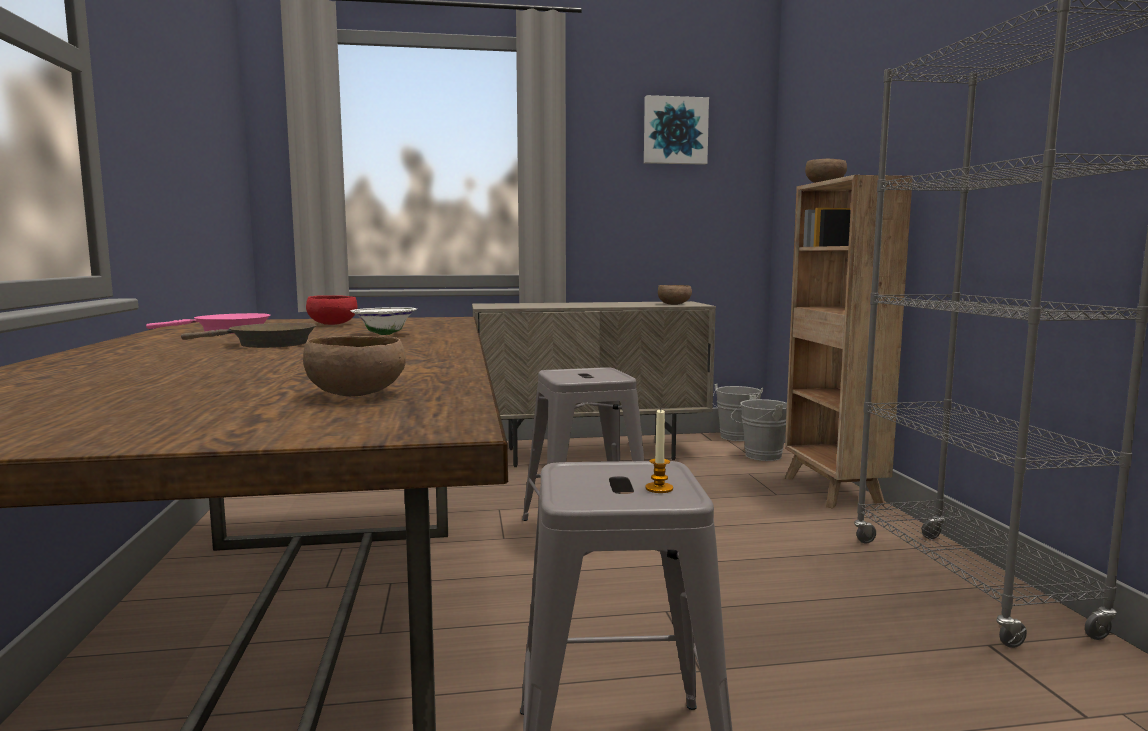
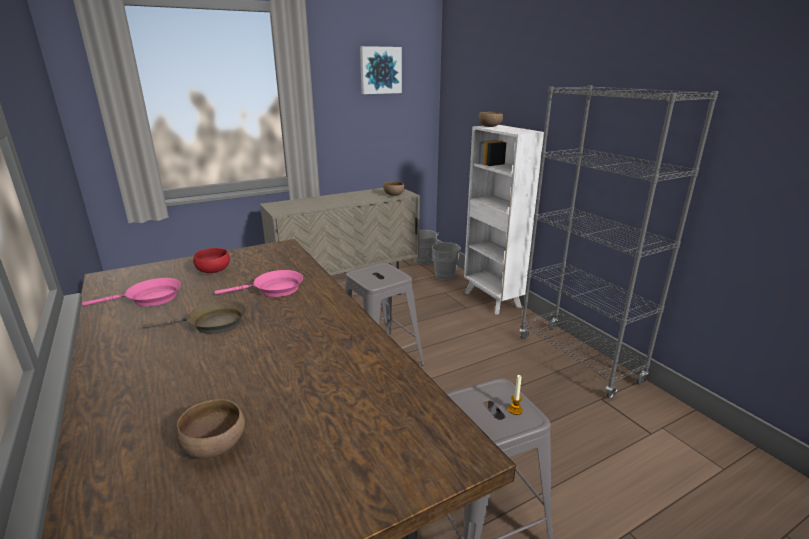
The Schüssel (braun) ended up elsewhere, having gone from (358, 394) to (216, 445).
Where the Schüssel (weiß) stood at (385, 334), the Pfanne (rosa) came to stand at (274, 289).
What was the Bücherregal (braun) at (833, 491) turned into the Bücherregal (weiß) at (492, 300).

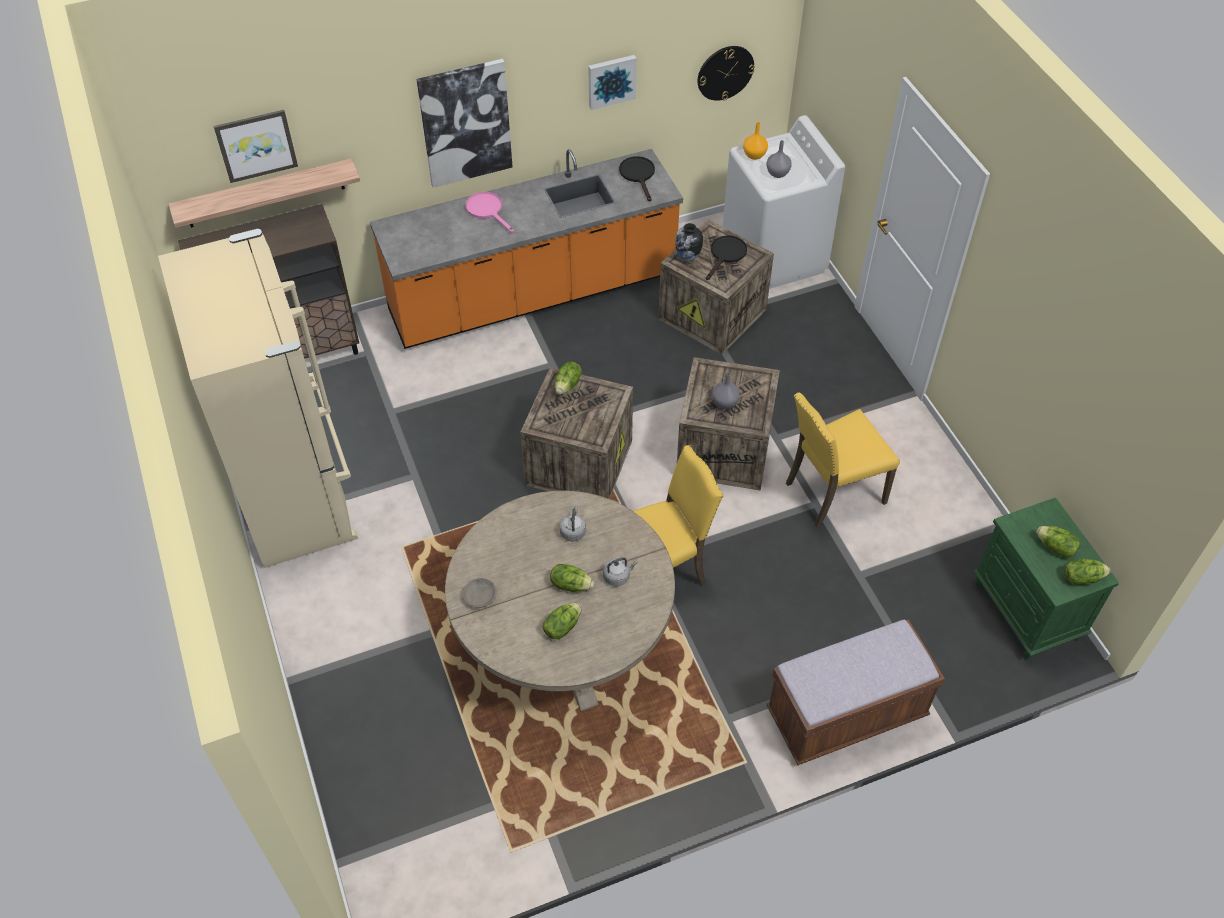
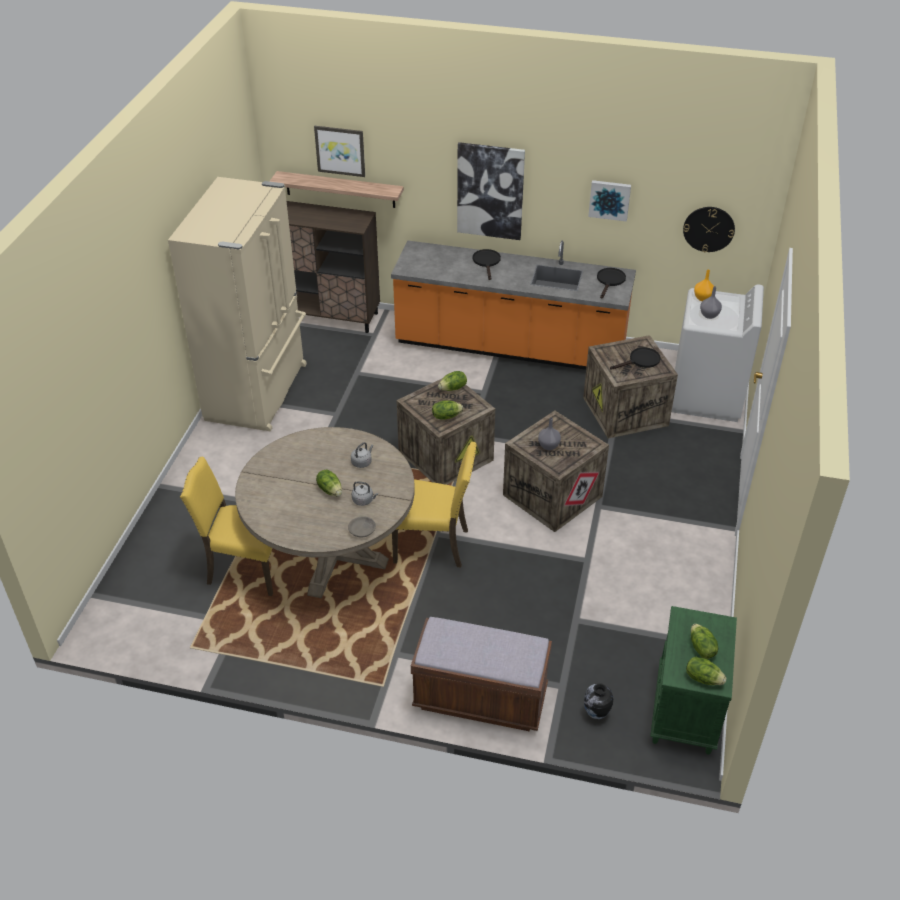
The Stuhl (gelb) ended up elsewhere, having gone from (832, 492) to (245, 568).
The Schüssel (grau) ended up elsewhere, having gone from (480, 596) to (362, 530).
The Salatkopf ended up elsewhere, having gone from (562, 627) to (446, 416).
What was the Pfanne (rosa) at (487, 210) turned into the Pfanne (schwarz) at (487, 262).
The Vase ended up elsewhere, having gone from (688, 258) to (596, 714).

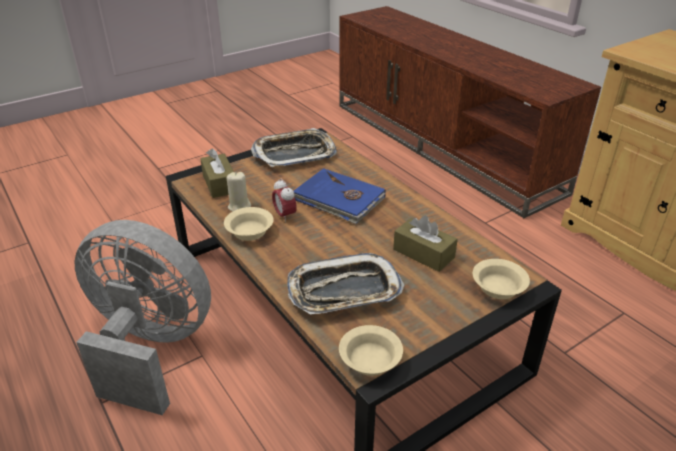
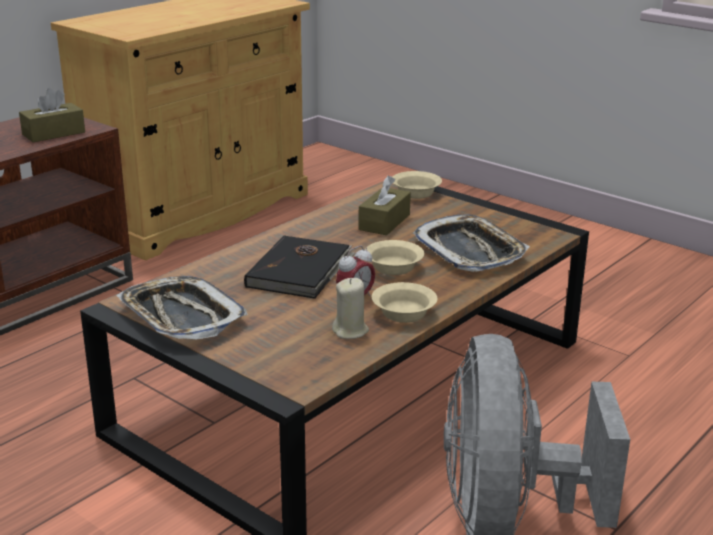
The Taschentuchbox (braun) ended up elsewhere, having gone from (219, 184) to (53, 133).
What was the Buch (blau) at (339, 199) turned into the Buch (schwarz) at (301, 271).
The Schüssel (beige) ended up elsewhere, having gone from (369, 360) to (393, 268).

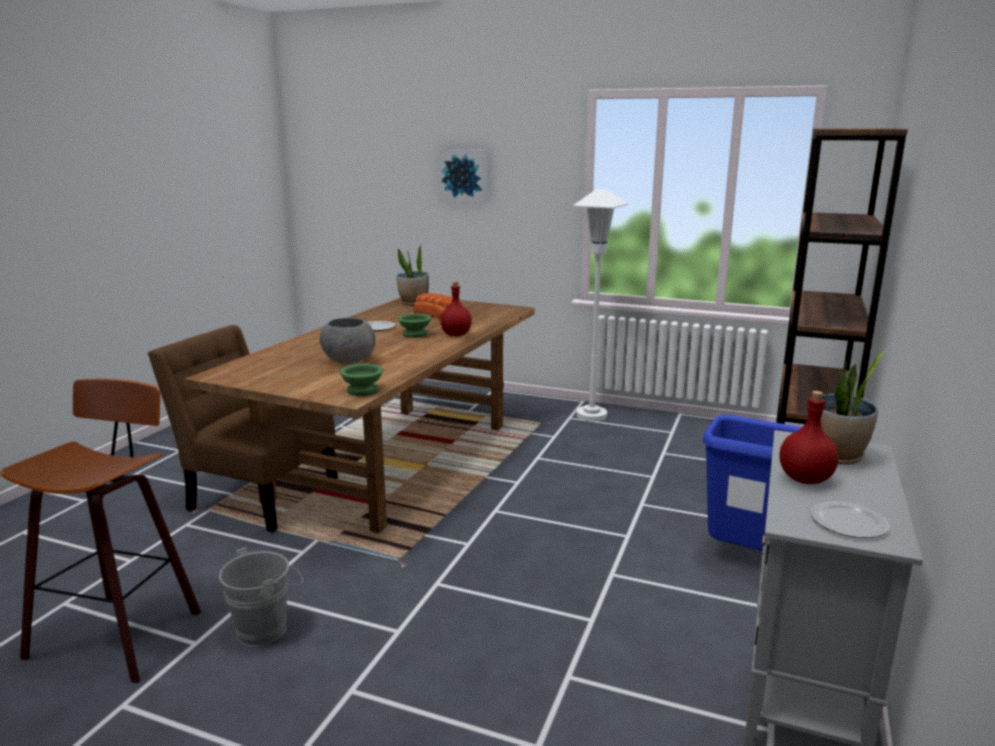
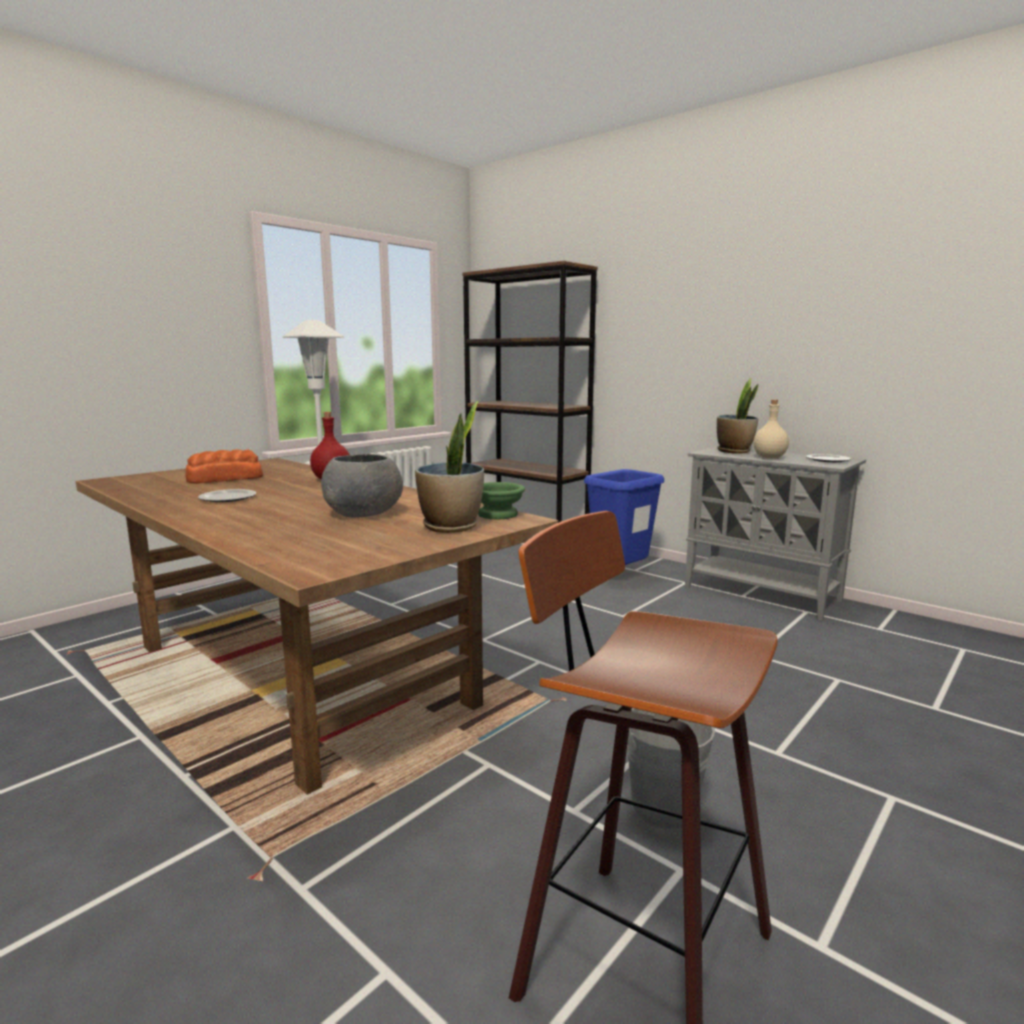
The Topfpflanze ended up elsewhere, having gone from (413, 303) to (451, 527).
What was the Flasche (rot) at (804, 478) turned into the Flasche (beige) at (768, 457).
The second view lost the Stuhl (braun) at (258, 496).
The second view lost the Schüssel (grün) at (415, 334).
The second view lost the Bild at (464, 175).

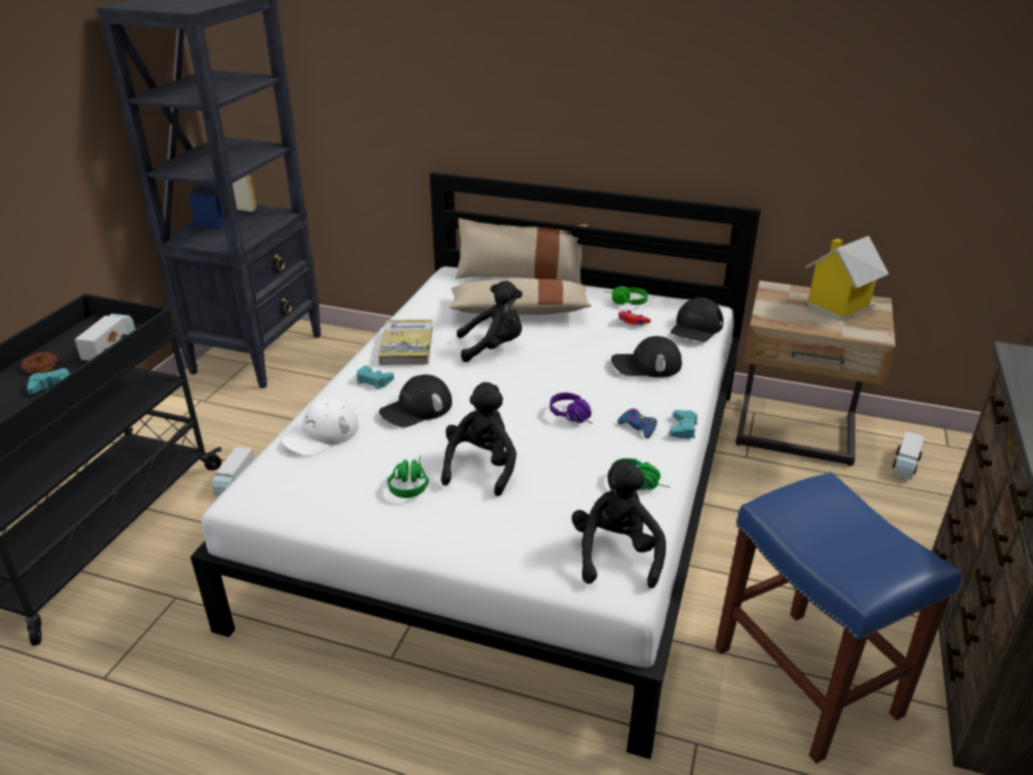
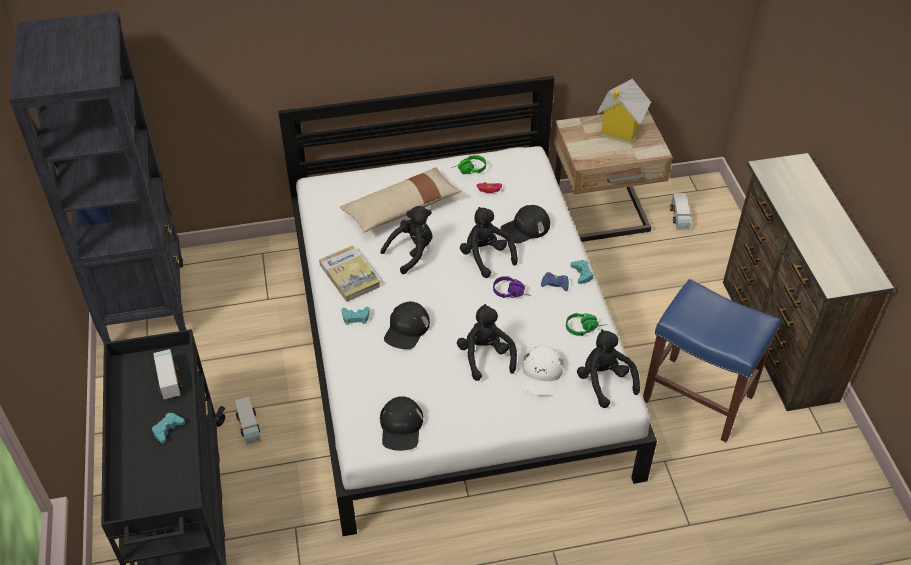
The Kappe (schwarz) ended up elsewhere, having gone from (696, 328) to (401, 427).
The second view gained the Plüschtier (schwarz) at (486, 256).
The Kappe (weiß) ended up elsewhere, having gone from (321, 434) to (541, 374).
The second view lost the Donut at (41, 366).
The second view lost the Kopfhörer (grün) at (409, 482).
The second view lost the Kissen (beige) at (520, 276).

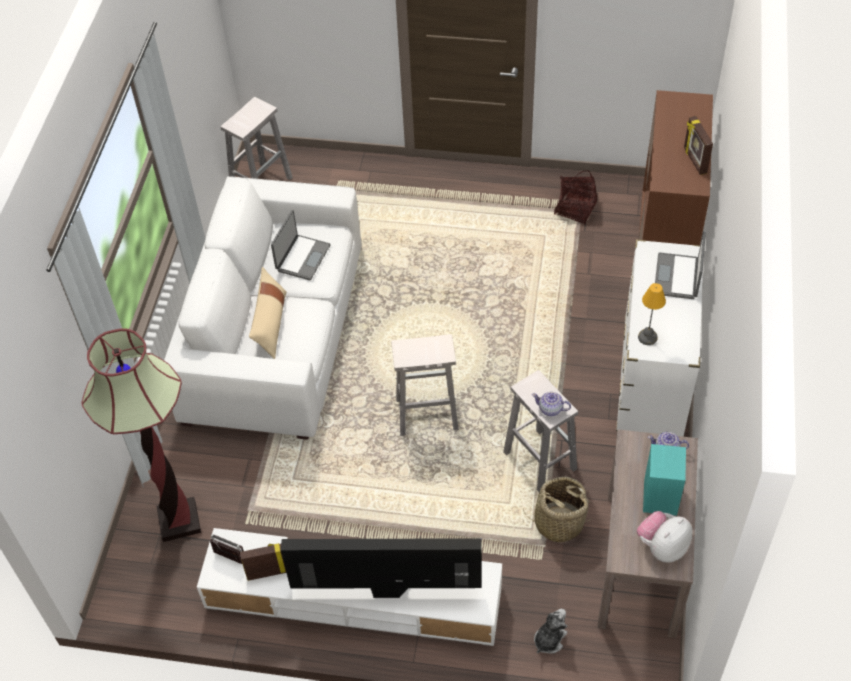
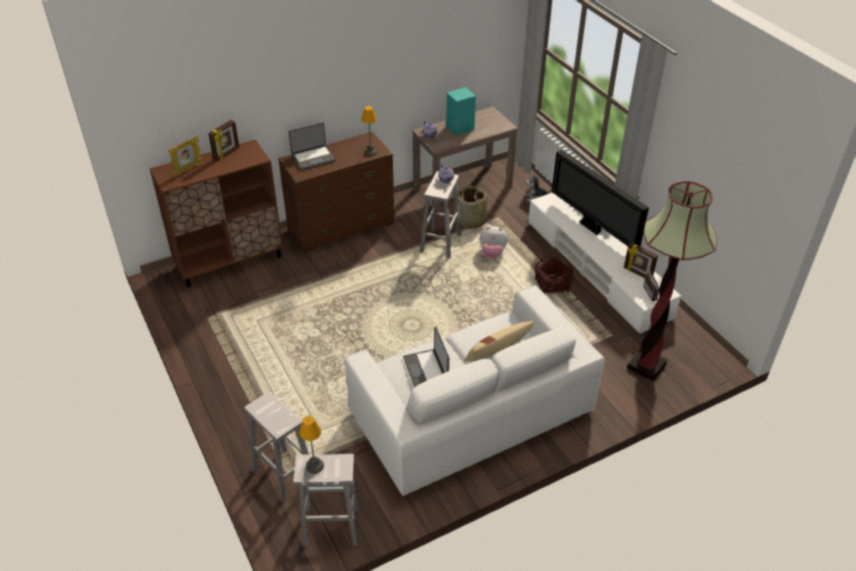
The second view gained the Bilderrahmen at (188, 170).
The Hocker (weiß) ended up elsewhere, having gone from (425, 414) to (284, 475).
What was the Kommode (weiß) at (652, 379) turned into the Kommode (braun) at (341, 227).
The second view gained the Tischlampe at (315, 466).
The Laptop at (302, 258) ended up facing another way, 90 degrees counterclockwise from before.
The Plüschtier ended up elsewhere, having gone from (662, 547) to (492, 253).
The Korb ended up elsewhere, having gone from (575, 209) to (552, 286).

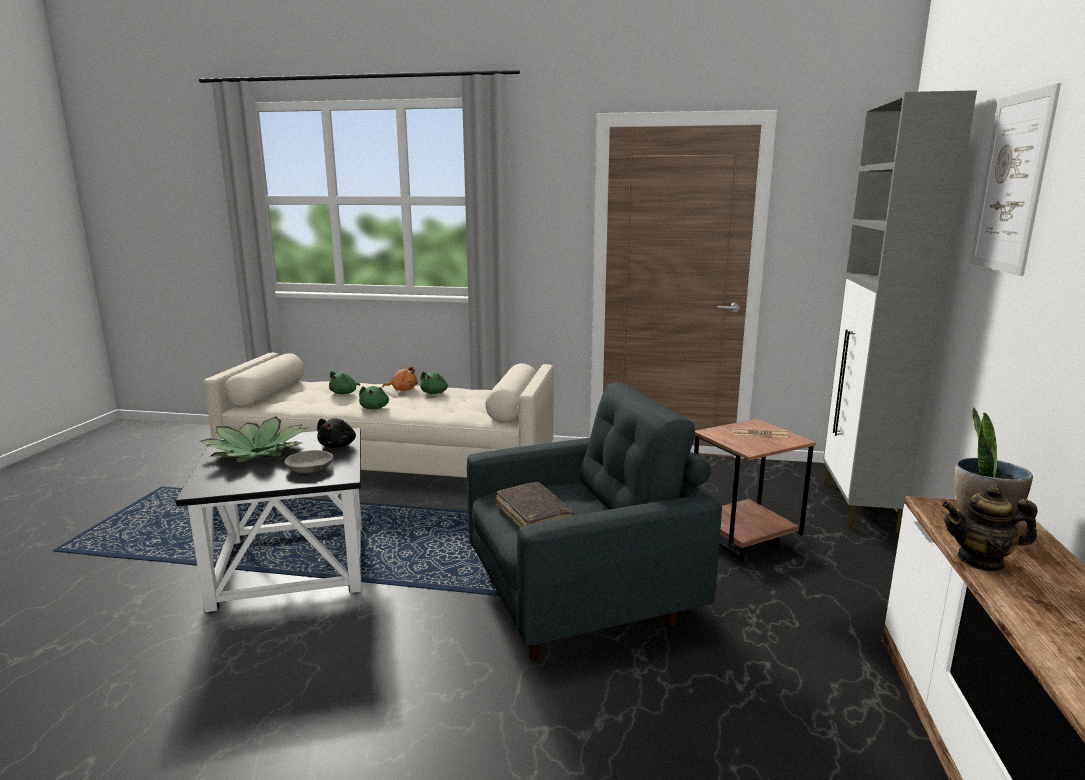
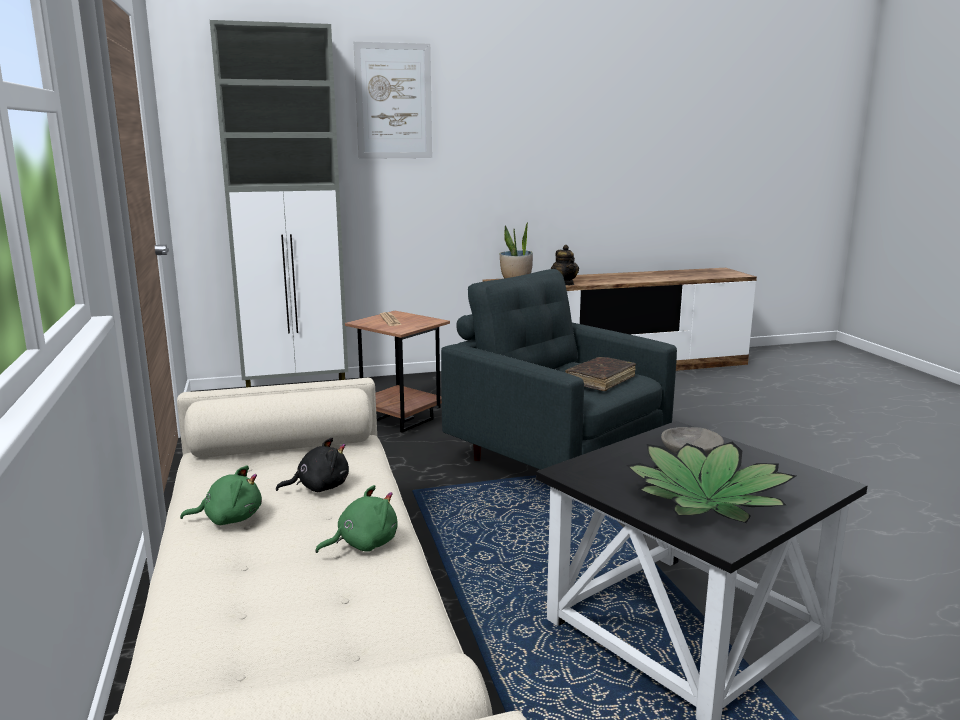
The Plüschtier (schwarz) ended up elsewhere, having gone from (338, 445) to (319, 487).
The second view lost the Plüschtier (grün) at (345, 393).
The second view lost the Plüschtier (orange) at (403, 389).

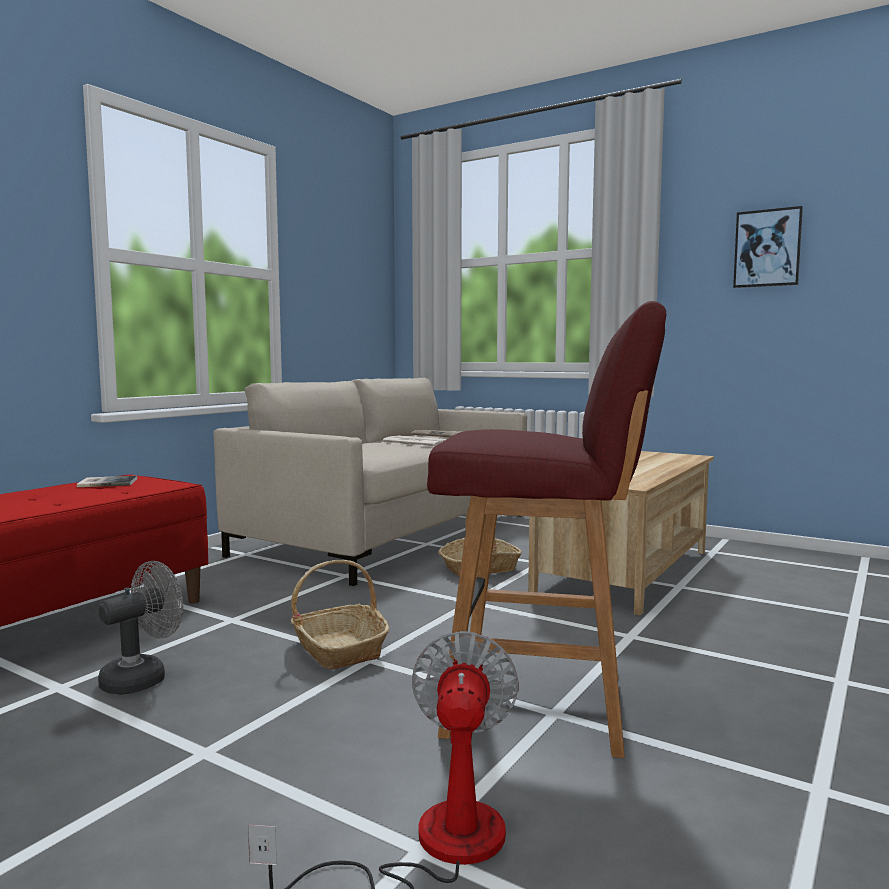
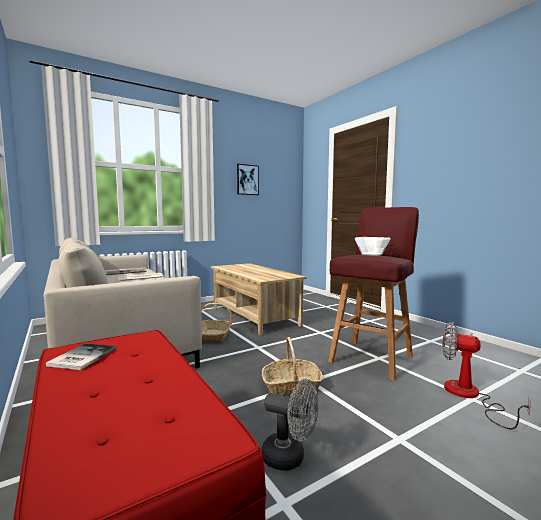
The Ventilator (grau) at (143, 678) ended up facing another way, 135 degrees clockwise from before.
The second view gained the Schüssel at (372, 254).

